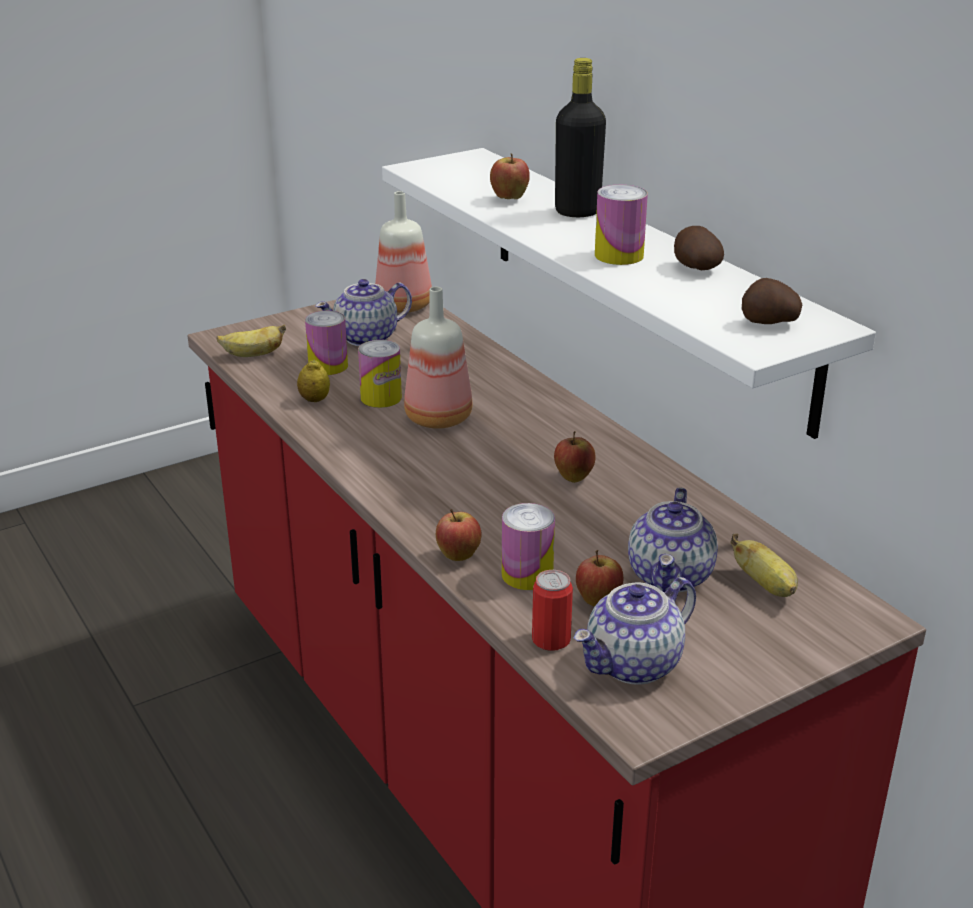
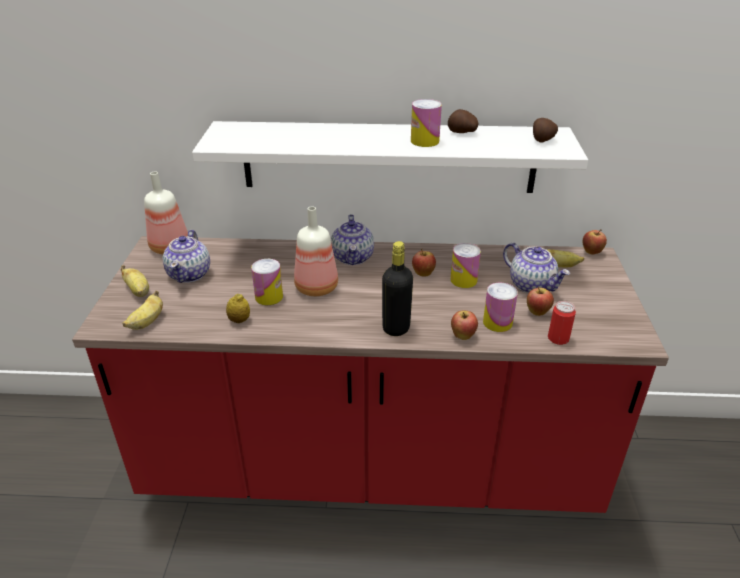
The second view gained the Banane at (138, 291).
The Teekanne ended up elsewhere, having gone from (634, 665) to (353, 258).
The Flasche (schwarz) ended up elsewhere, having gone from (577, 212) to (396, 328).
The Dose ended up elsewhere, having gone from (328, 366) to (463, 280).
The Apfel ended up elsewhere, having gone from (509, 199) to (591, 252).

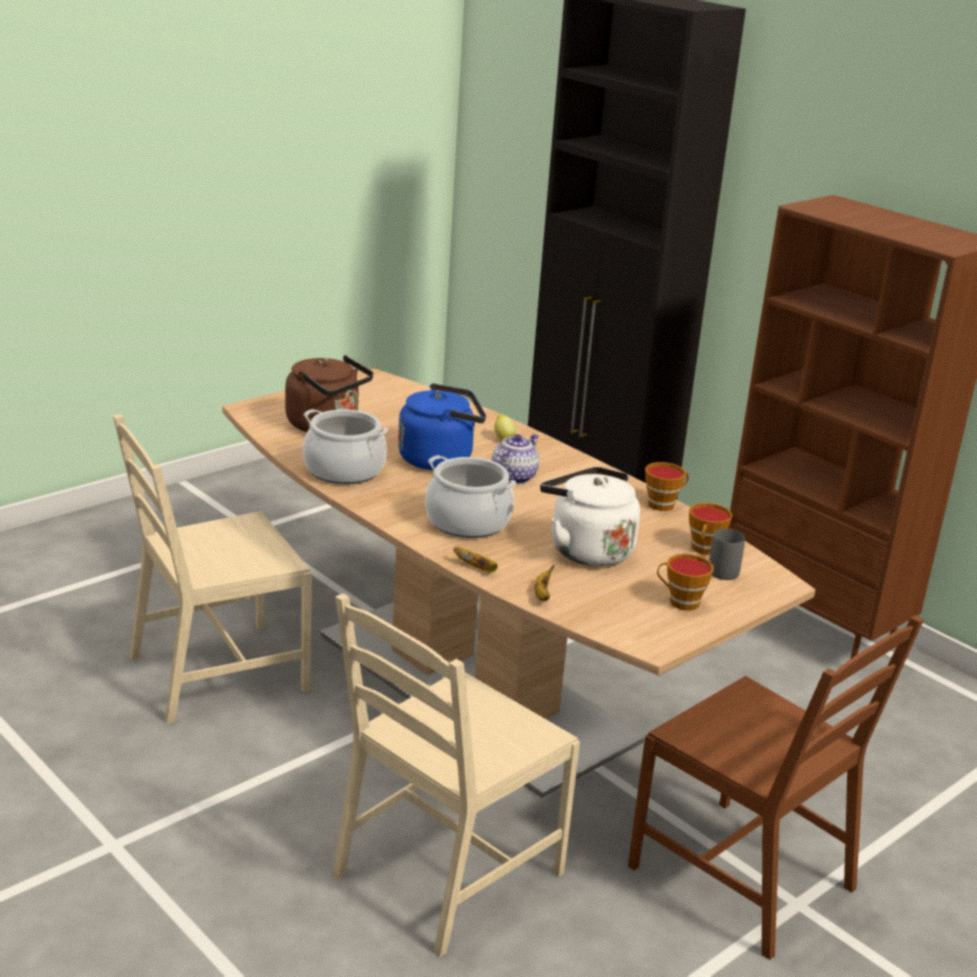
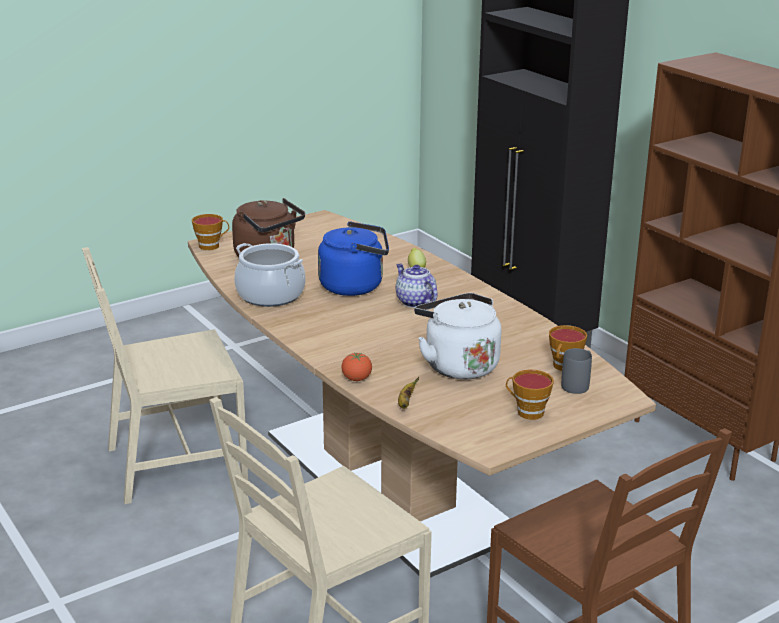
The Tasse ended up elsewhere, having gone from (663, 504) to (211, 246).
Where the Banane stood at (477, 568), the Tomate came to stand at (356, 379).
The Teekanne at (514, 477) ended up facing another way, 75 degrees counterclockwise from before.
The second view lost the Kochtopf at (468, 522).

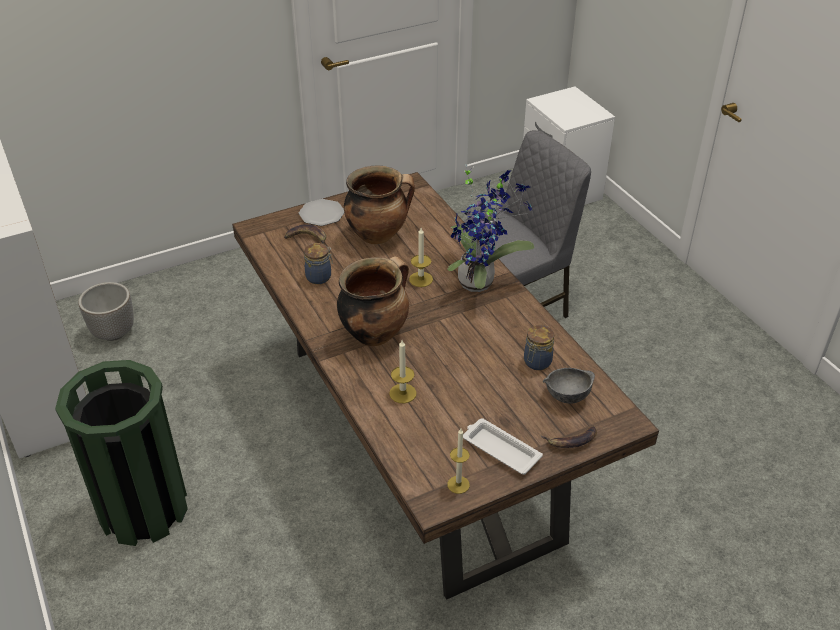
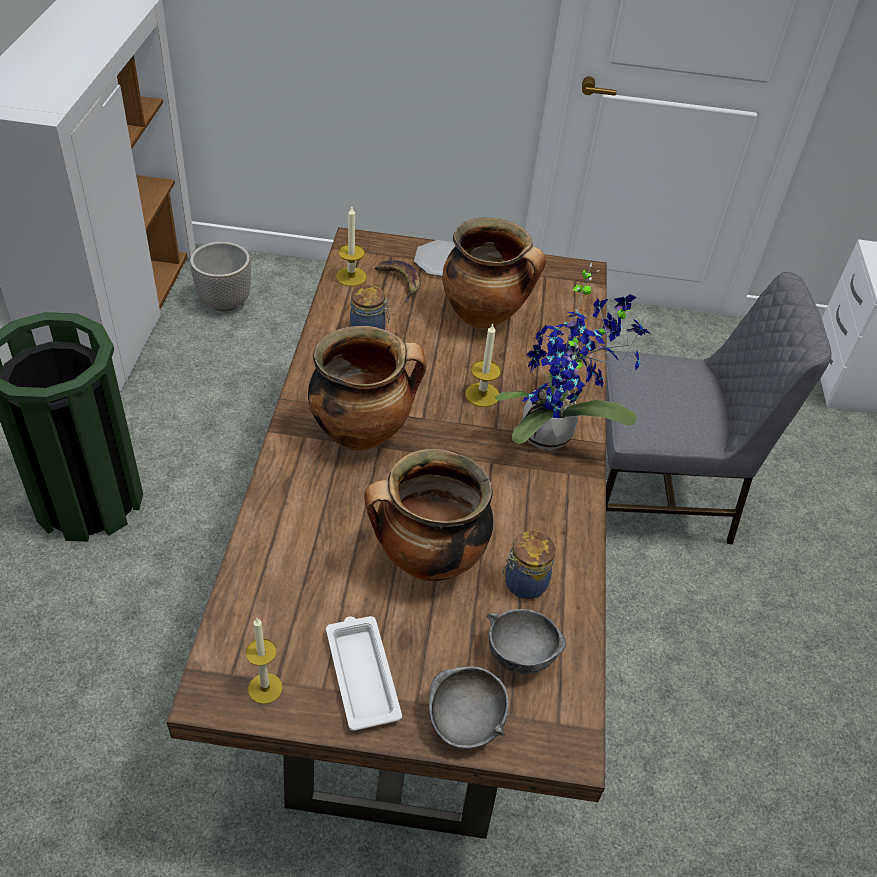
The Kerze ended up elsewhere, having gone from (402, 393) to (351, 276).
The second view gained the Kochtopf at (427, 561).
Where the Banane stood at (571, 441), the Schüssel (grau) came to stand at (465, 723).

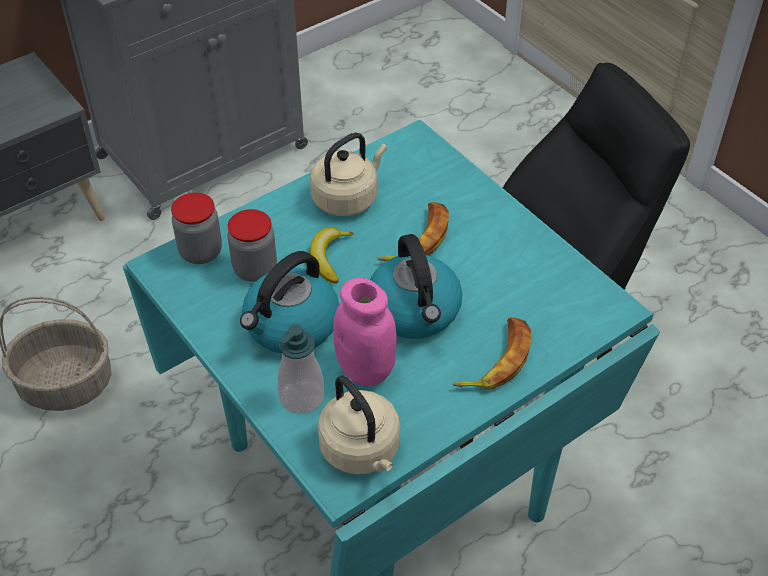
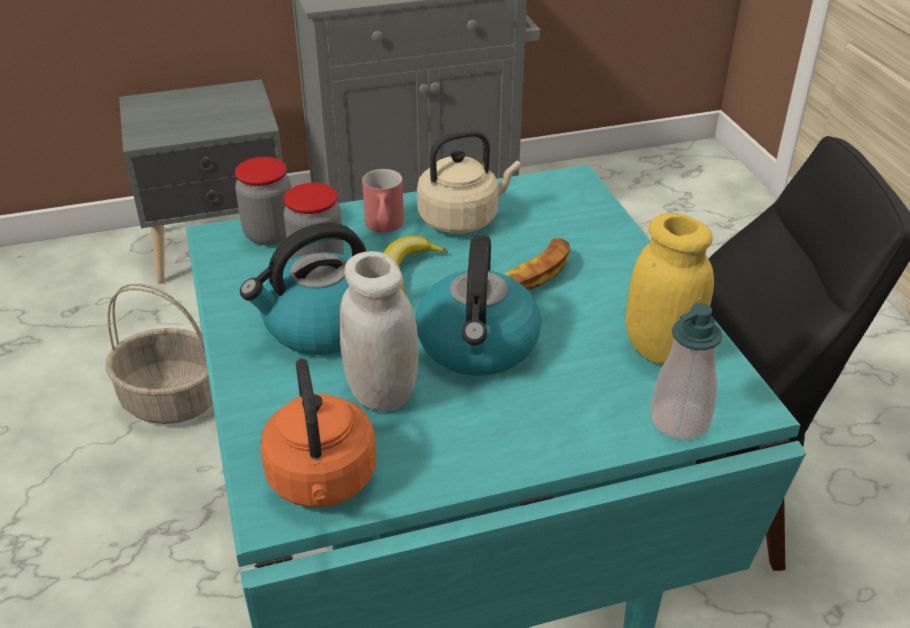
What was the Wasserkessel (beige) at (362, 451) turned into the Wasserkessel (orange) at (323, 482).
What was the Vorratsglas (rosa) at (365, 370) turned into the Vorratsglas (weiß) at (381, 392).
The second view gained the Henkelbecher (rot) at (384, 228).
The second view gained the Vorratsglas (gelb) at (660, 349).
The Seifenspender ended up elsewhere, having gone from (302, 397) to (679, 421).
The second view lost the Banane at (496, 360).

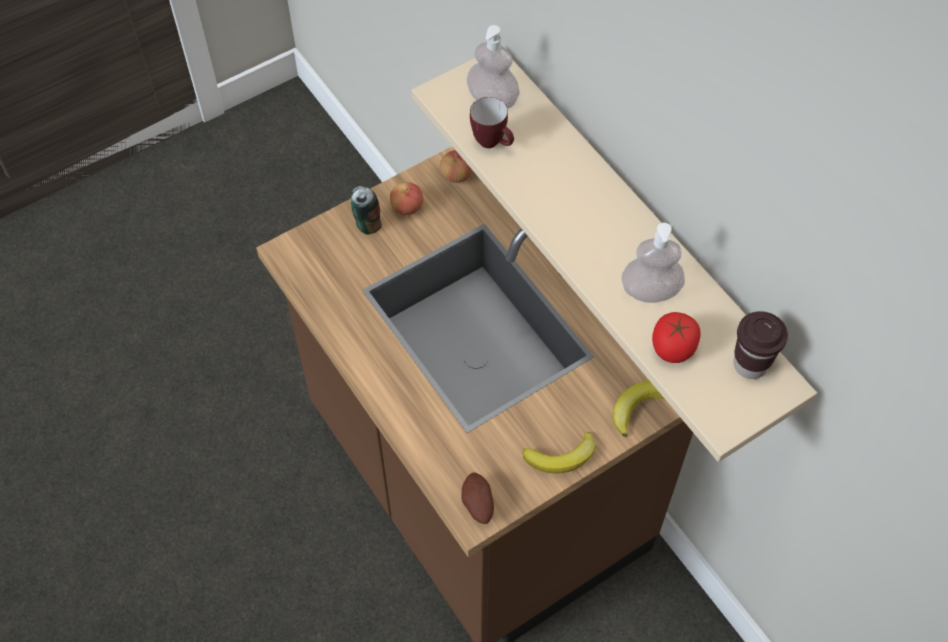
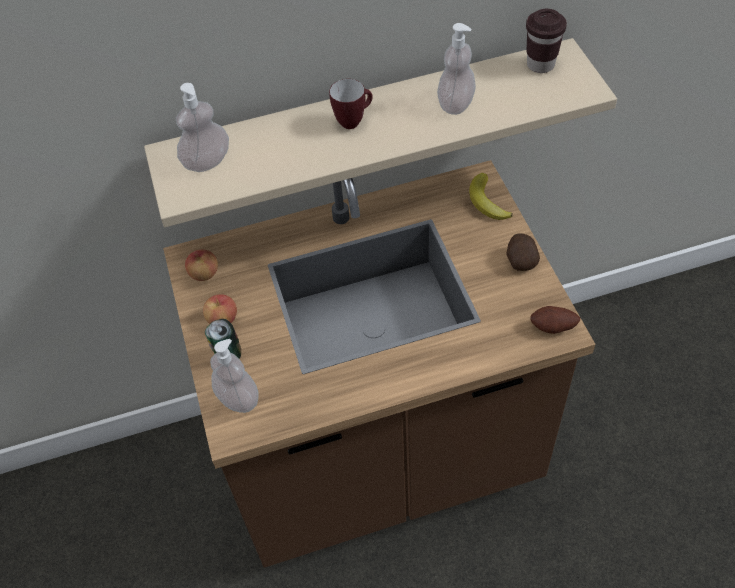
The second view gained the Seifenspender at (238, 398).
The Henkelbecher ended up elsewhere, having gone from (493, 143) to (353, 120).
Where the Banane stood at (561, 457), the Kartoffel came to stand at (520, 260).
The second view lost the Tomate at (673, 348).

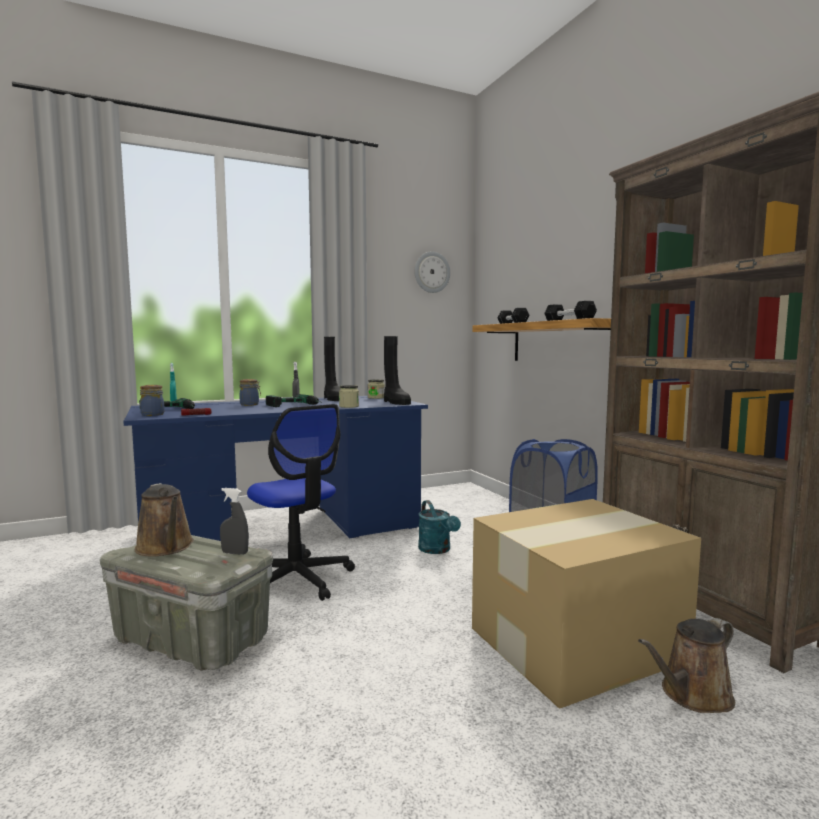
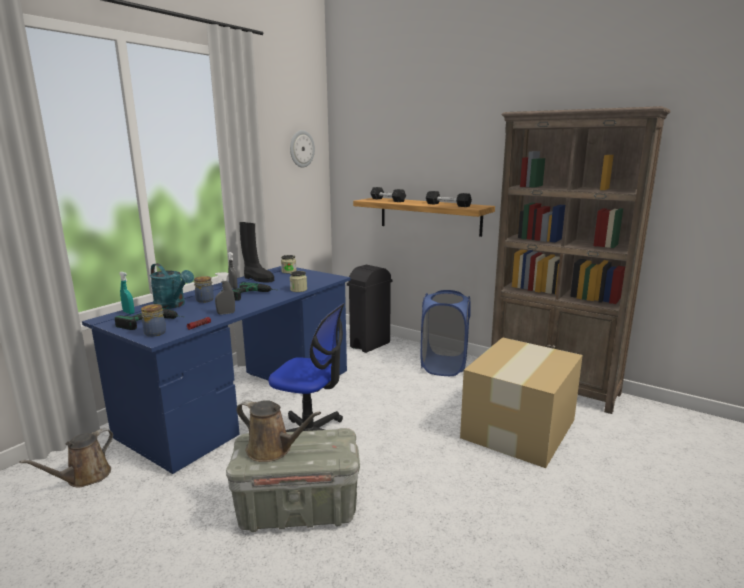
The Gießkanne (braun) ended up elsewhere, having gone from (692, 695) to (85, 477).
The Gießkanne (türkis) ended up elsewhere, having gone from (437, 550) to (173, 305).
The Sprühflasche (grau) ended up elsewhere, having gone from (235, 553) to (226, 313).
The second view gained the Mülleimer (schwarz) at (370, 345).
The second view lost the Stiefel (schwarz) at (395, 402).

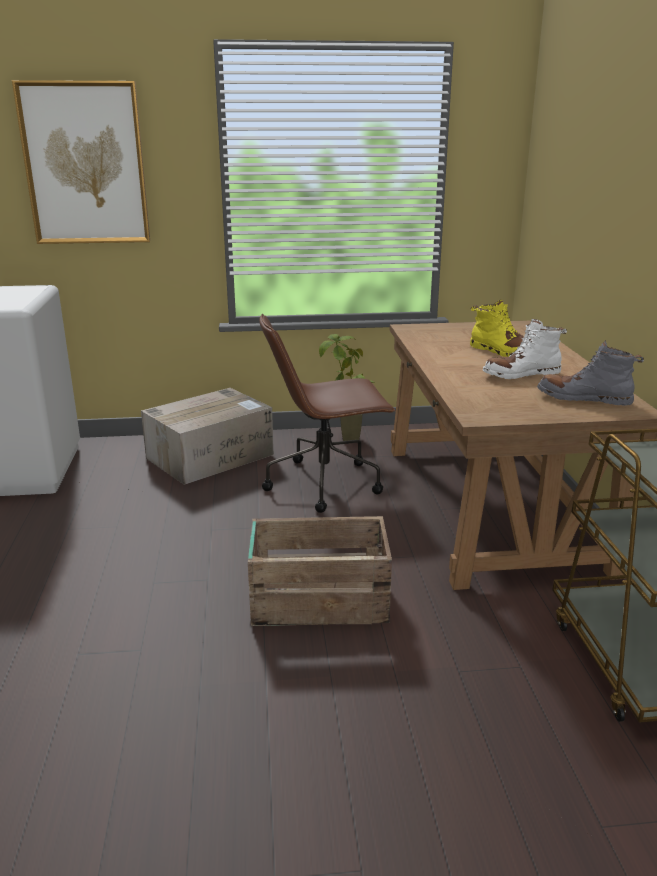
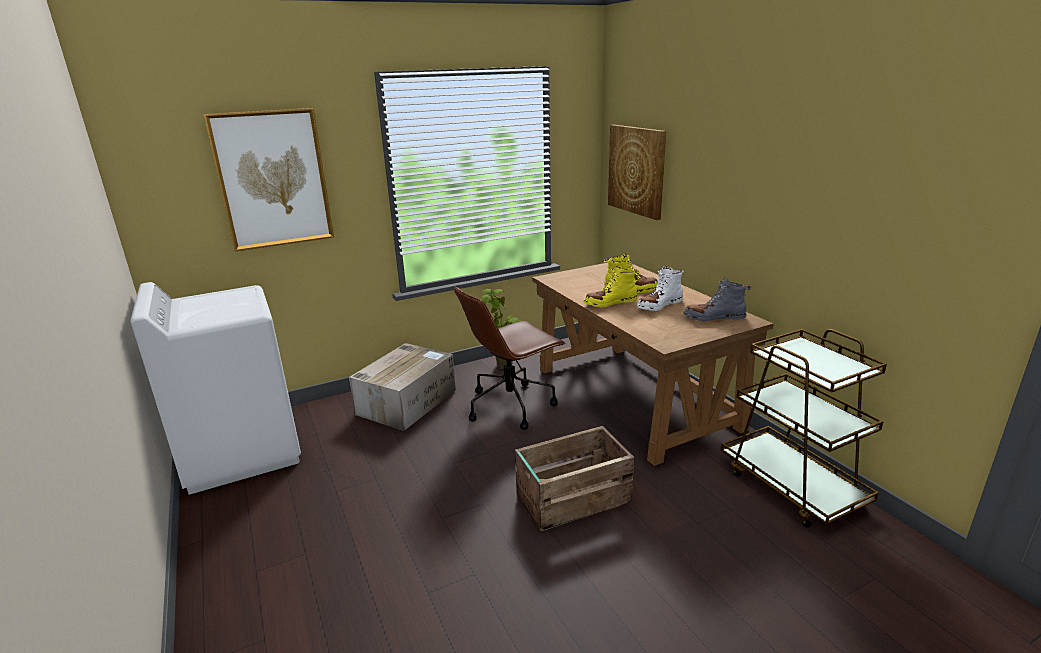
The second view gained the Stiefel (gelb) at (610, 303).
The second view gained the Bild at (636, 170).

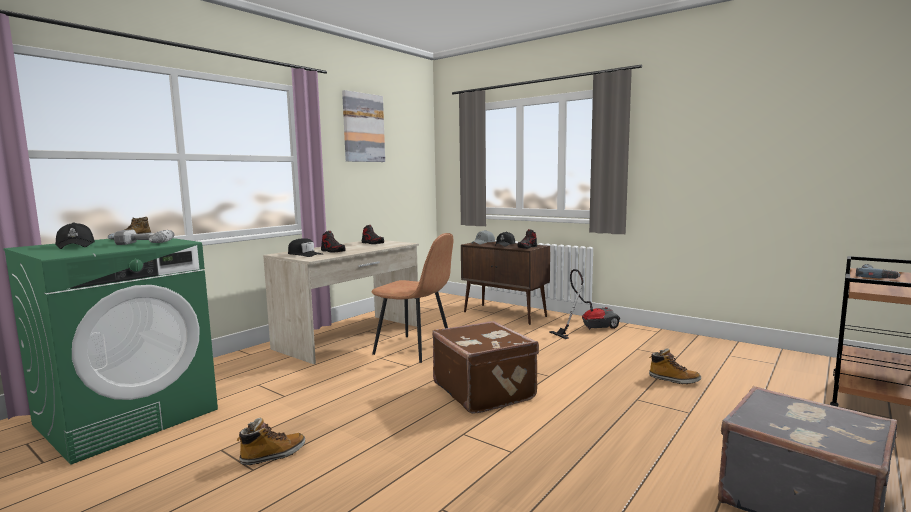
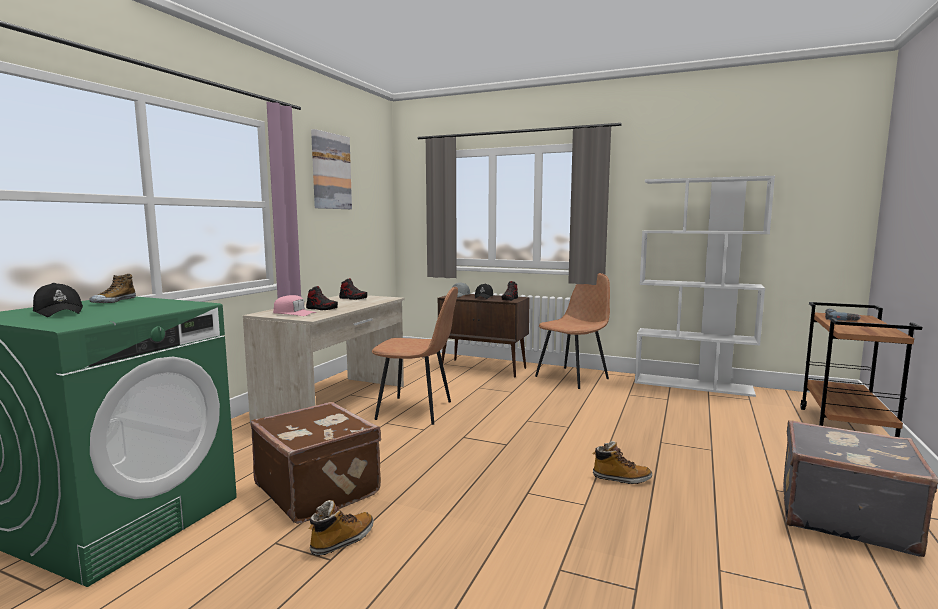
The Koffer (braun) ended up elsewhere, having gone from (484, 391) to (319, 489).
What was the Kappe (schwarz) at (304, 254) turned into the Kappe (rosa) at (294, 313).
Where the Staubsauger stood at (588, 328), the Stuhl (braun) came to stand at (573, 377).
The Stiefel ended up elsewhere, having gone from (673, 380) to (621, 478).
The second view gained the Bücherregal (weiß) at (693, 385).
The second view lost the Bohrmaschine at (142, 244).

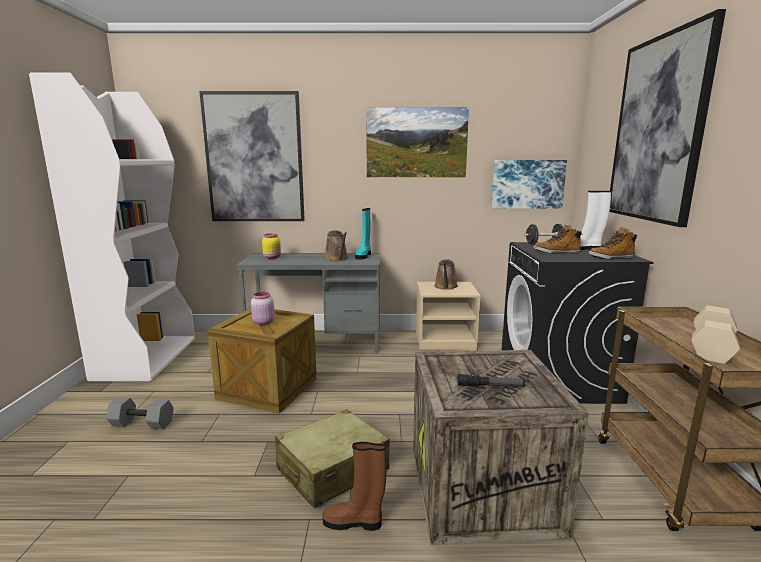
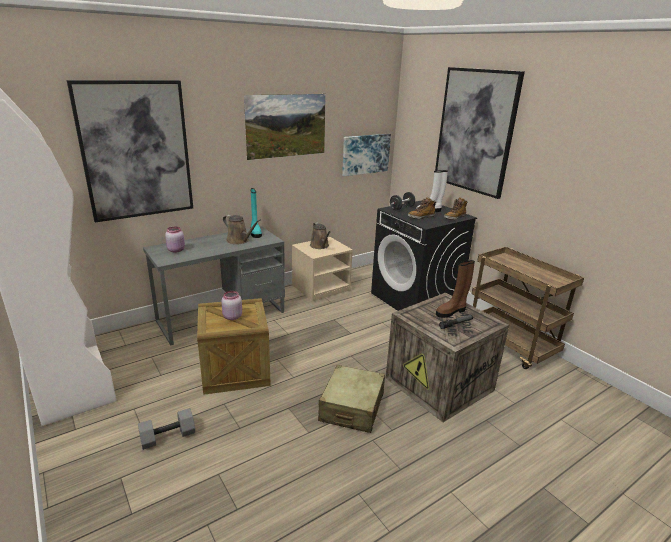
What was the Vorratsglas (gelb) at (272, 257) turned into the Vorratsglas (rosa) at (176, 250).
The Stiefel (braun) ended up elsewhere, having gone from (354, 522) to (451, 312).
The second view lost the Hantel (beige) at (713, 349).

